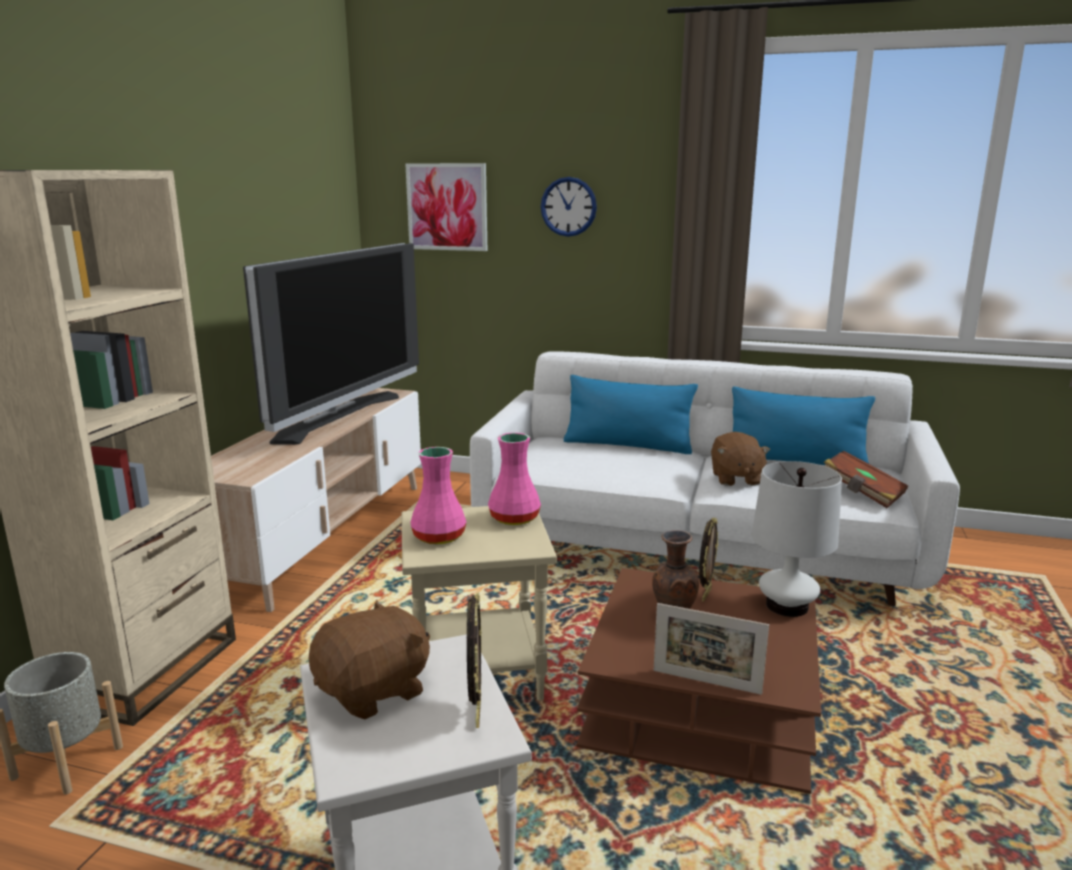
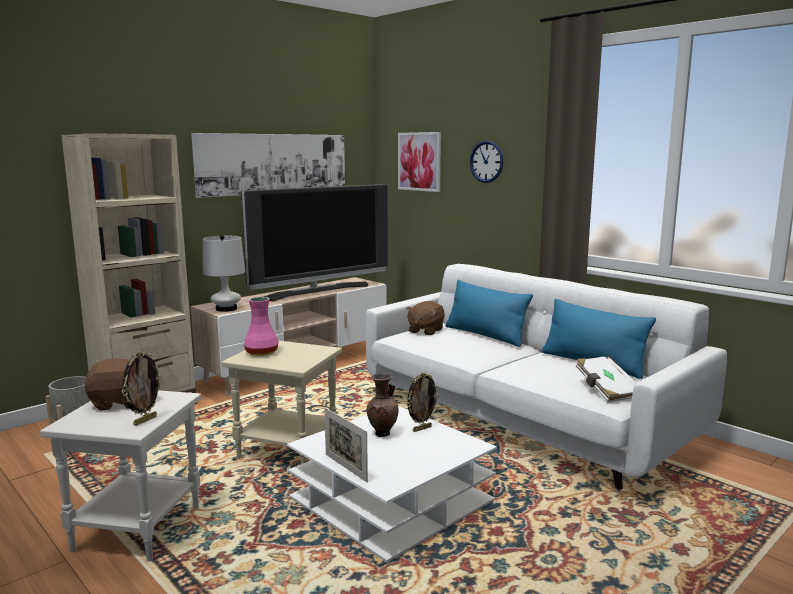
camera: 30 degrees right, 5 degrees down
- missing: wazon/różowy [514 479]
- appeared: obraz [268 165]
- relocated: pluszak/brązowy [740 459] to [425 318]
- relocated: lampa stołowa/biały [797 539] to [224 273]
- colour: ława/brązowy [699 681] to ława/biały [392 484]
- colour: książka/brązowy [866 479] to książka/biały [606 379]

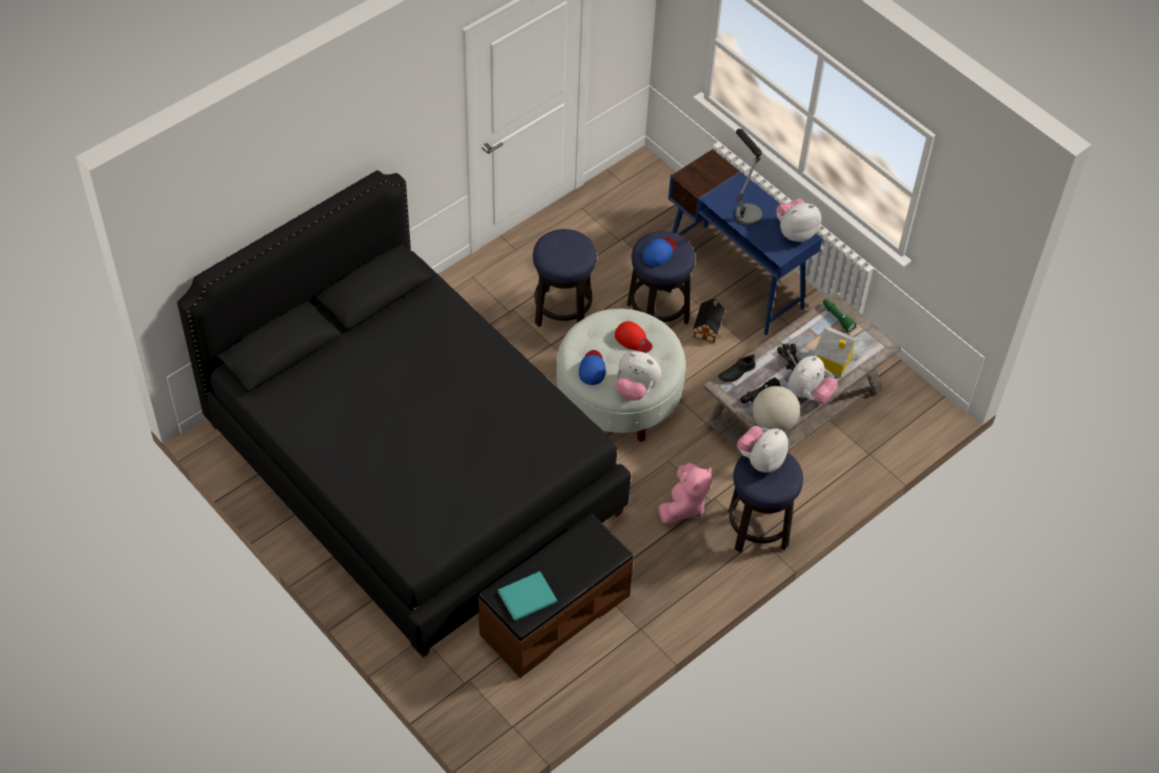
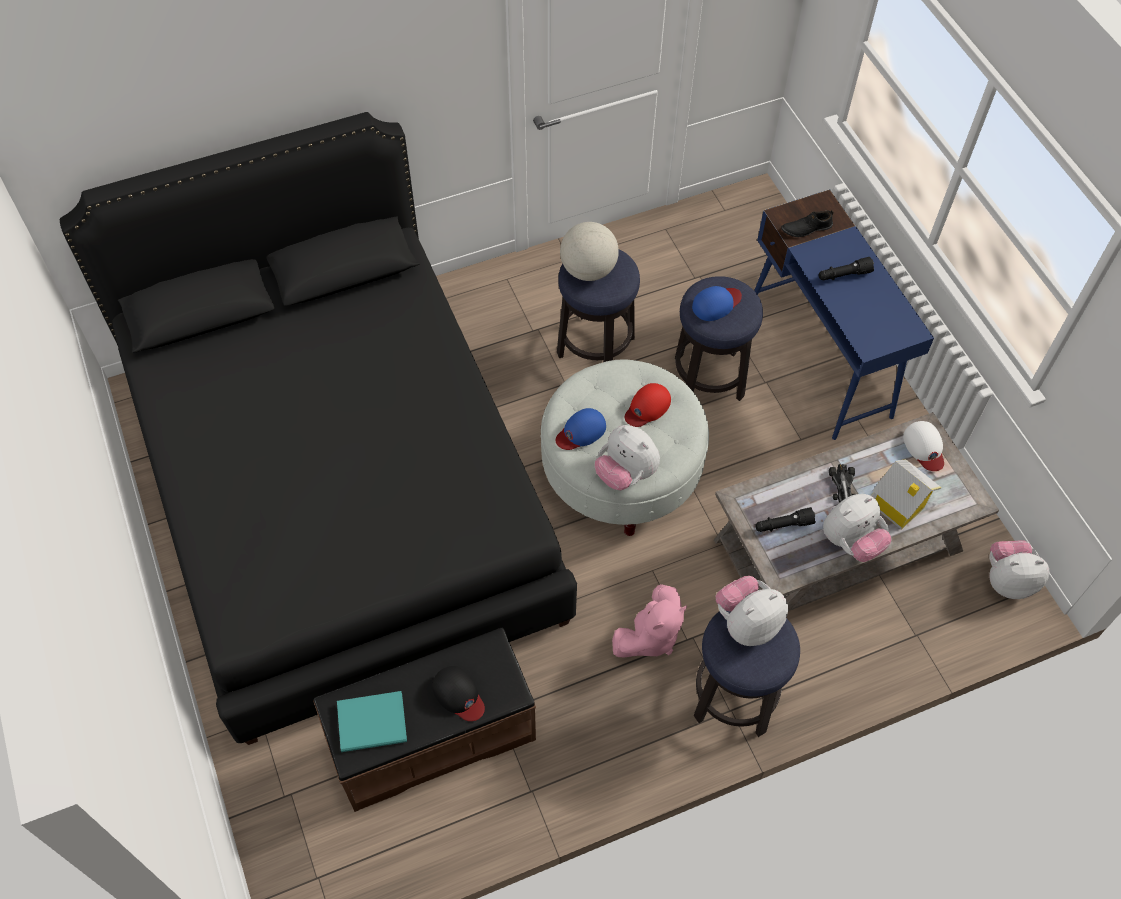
camera: 20 degrees right, 5 degrees up
- missing: domek [709 320]
- appeared: czapka z daszkiem/czarny [458 693]
- relocated: but/czarny [737 368] to [807 223]
- relocated: globus [776 409] to [589 251]
- relocated: pluszak [798 220] to [1019 569]
- exchanged: lampa stołowa [748 177] to latarka/czarny [846 269]
- exchanged: latarka/zielony [839 315] to czapka z daszkiem/biały [923 446]
- spun: czapka z daszkiem/niebieski [592 367] = [581 429] 150 degrees counterclockwise
- spun: czapka z daszkiem/czerwony [634 337] = [648 405] 75 degrees clockwise

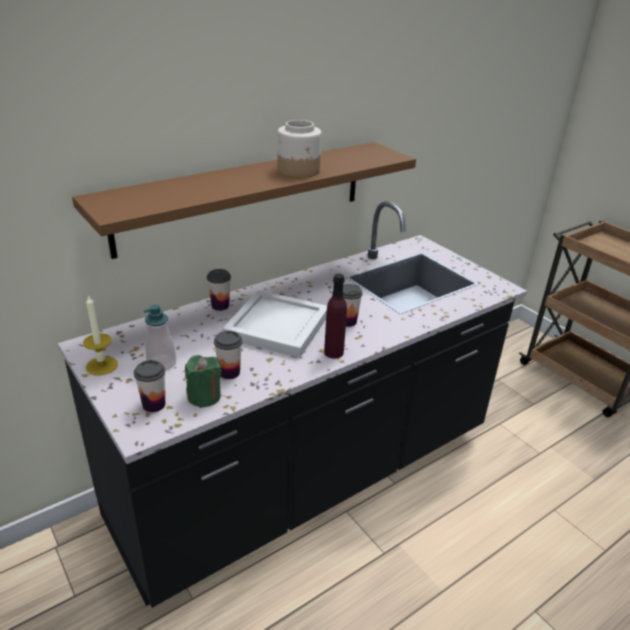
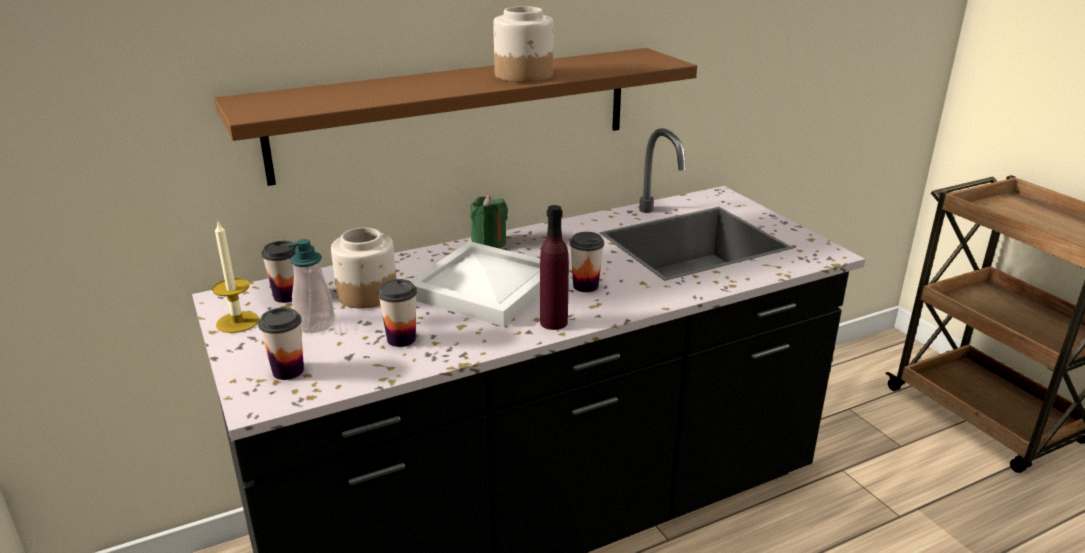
camera: 10 degrees right, 5 degrees down
- appeared: słoik [363 268]
- relocated: świeca/zielony [203 381] to [489 221]
- relocated: filiżanka [219 290] to [279 272]

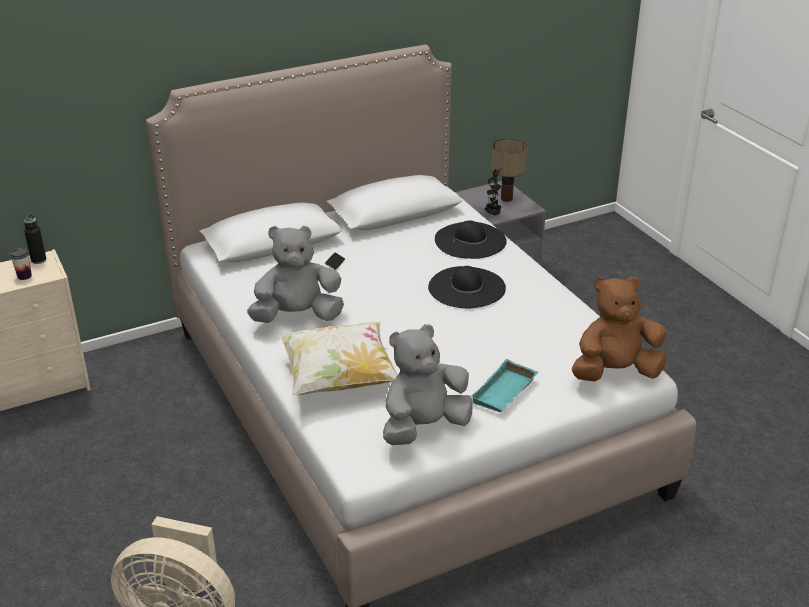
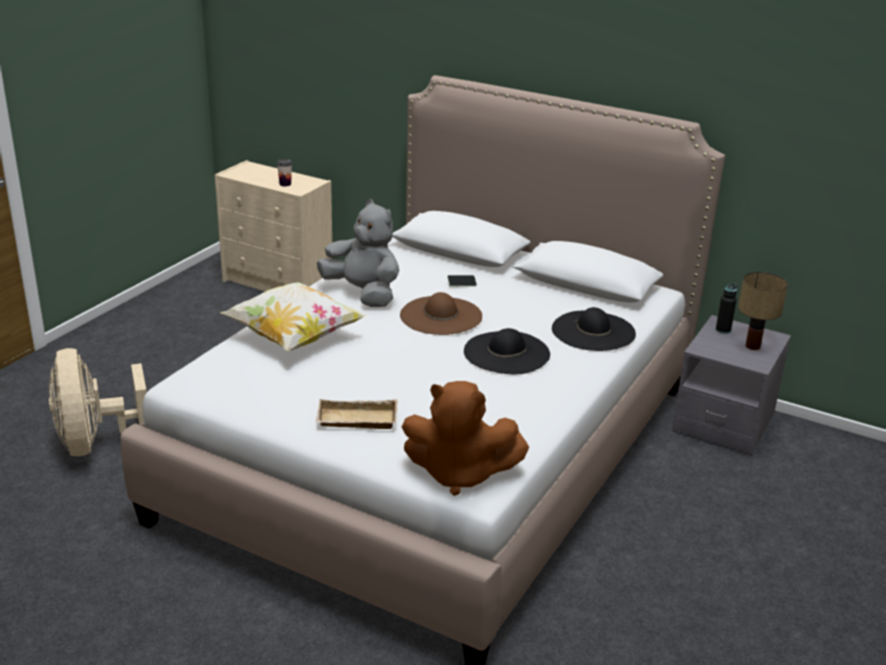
camera: 55 degrees right, 5 degrees down
- missing: pluszak/szary [428 384]
- missing: roślina doniczkowa [493 191]
- appeared: kapelusz/brązowy [441 313]
- relocated: butelka/czarny [35 239] to [726 309]
- colour: taca/turkusowy [504 385] to taca/beżowy [357 414]
- spun: pluszak/brązowy [619 329] = [465 438] 150 degrees clockwise

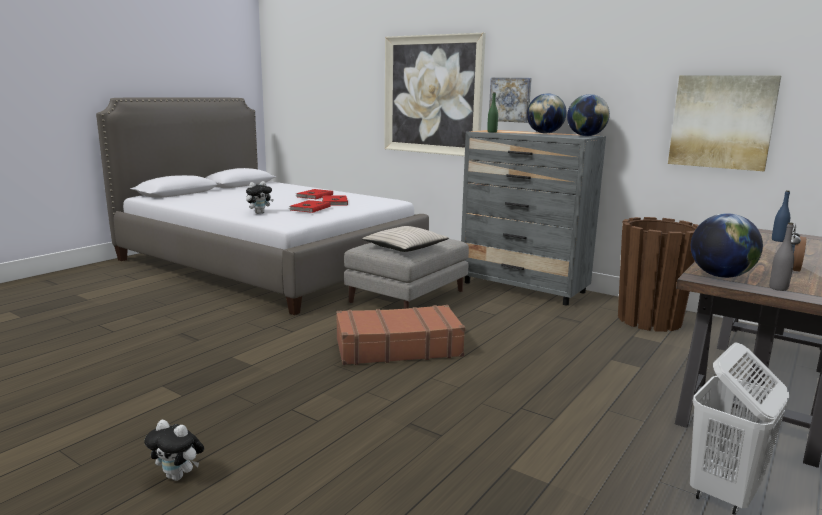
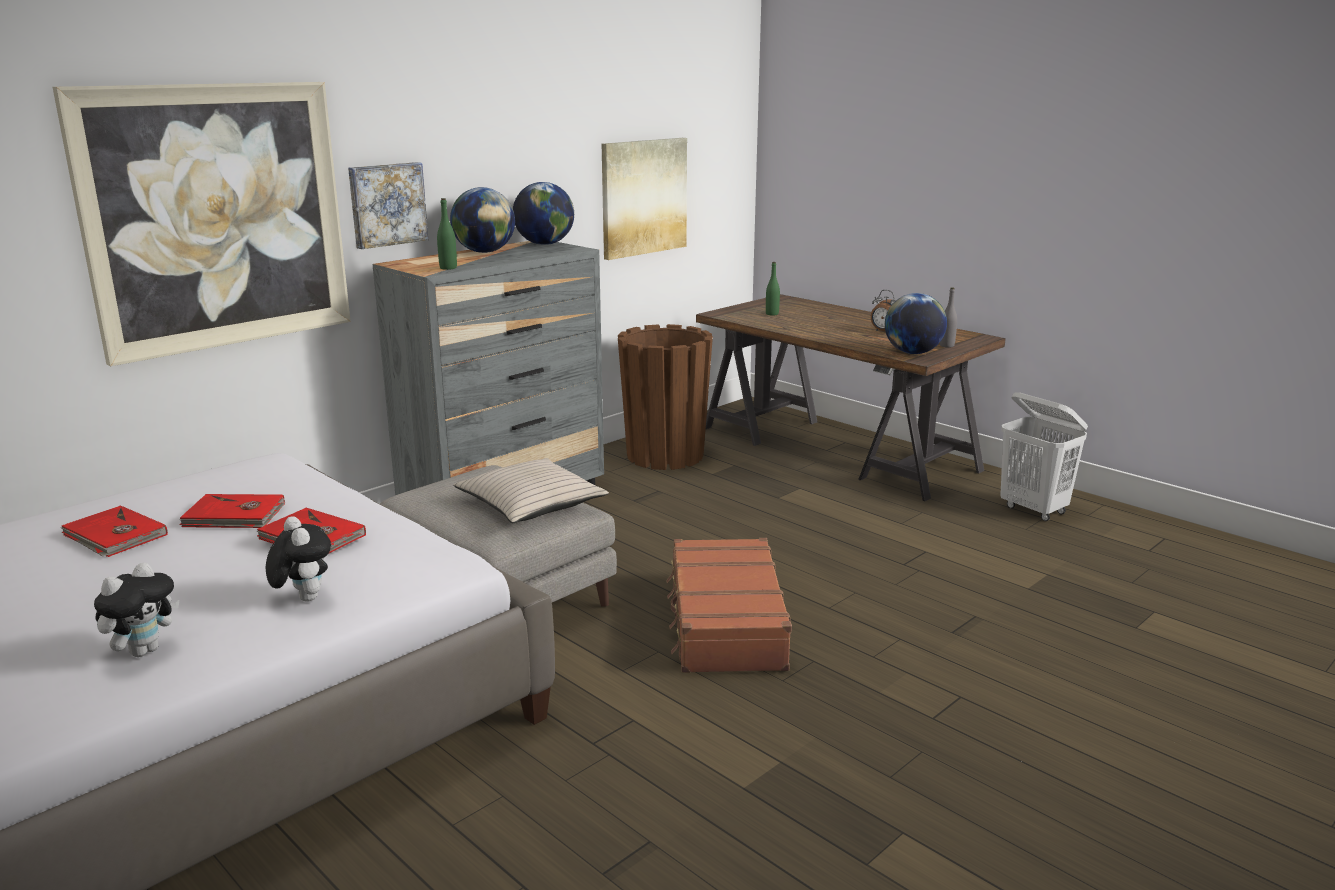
camera: 80 degrees left, 5 degrees up
- relocated: pluszak [174 450] to [136 609]
- colour: butelka/niebieski [781 216] to butelka/zielony [773 288]

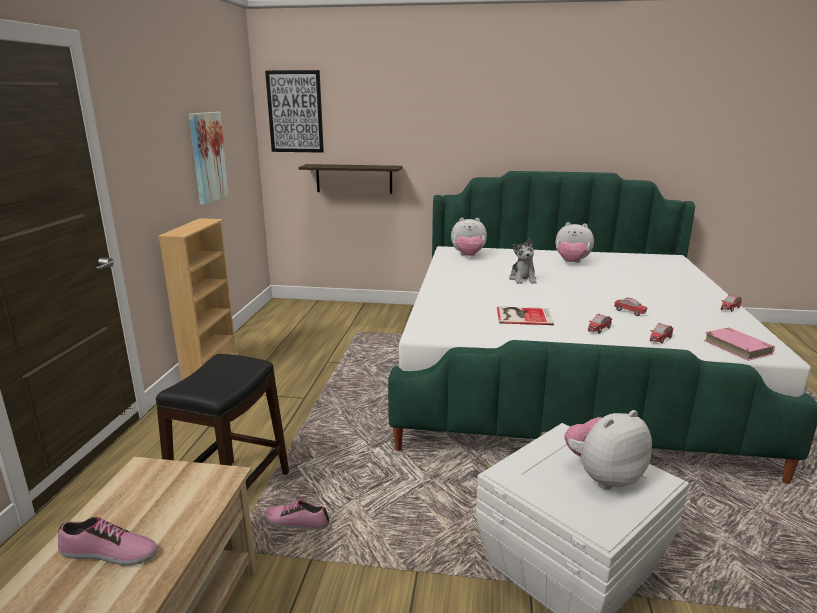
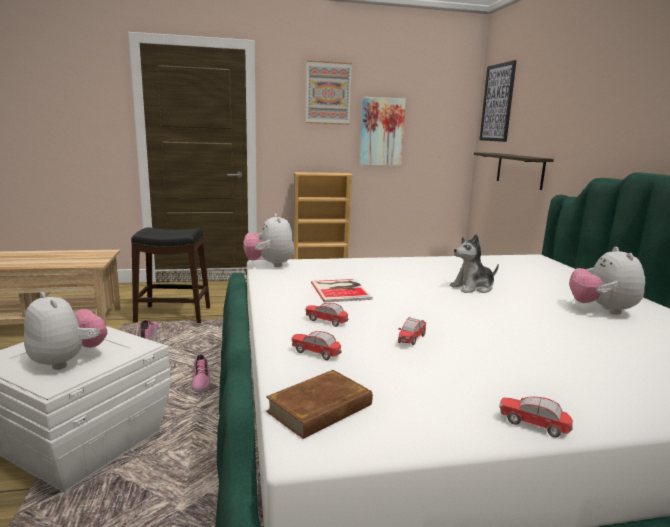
camera: 70 degrees right, 5 degrees down
- appeared: obraz [329 92]
- relocated: but [108 541] to [201 373]
- relocated: pluszak [469 237] to [268 240]
- colour: książka/różowy [739 344] to książka/brązowy [319 404]

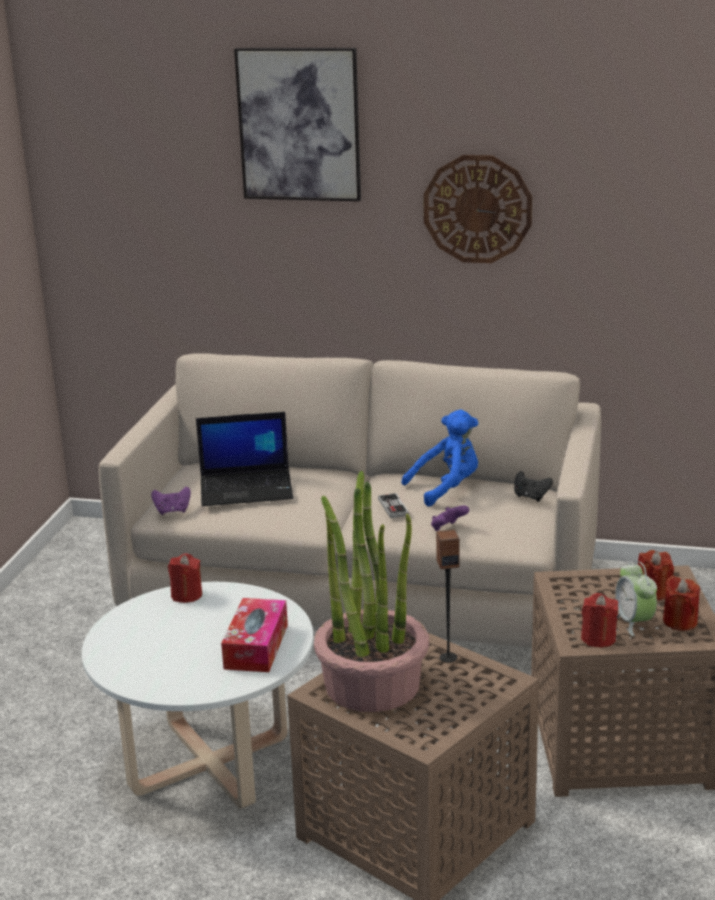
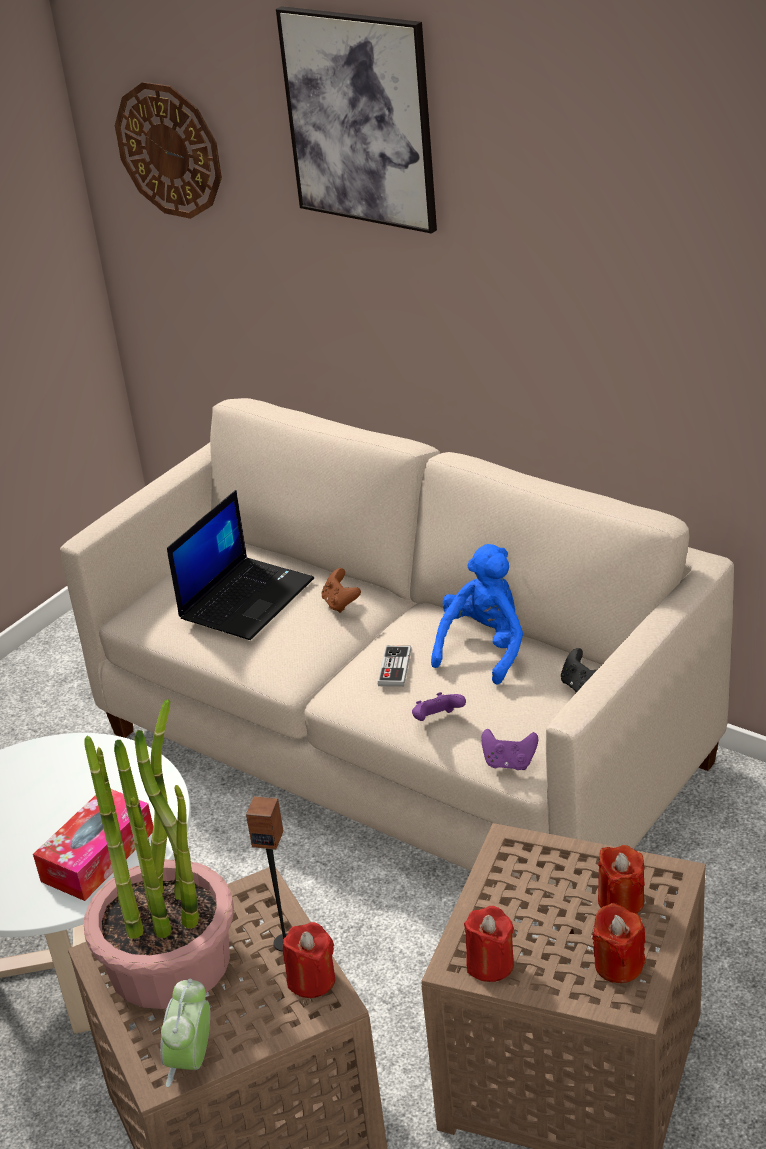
camera: 25 degrees right, 10 degrees up
- appeared: pad do gier/brązowy [341 590]
- relocated: pad do gier/fioletowy [171 501] to [509 749]
- relocated: świeca/czerwony [185 578] to [309 960]
- relocated: zegar ścienny [477 209] to [168 150]
- relocated: budzik [636 598] to [185 1033]
- spun: laptop [245 459] = [240 565] 75 degrees counterclockwise
- spun: pluszak/niebieski [440 458] = [477 614] 60 degrees counterclockwise

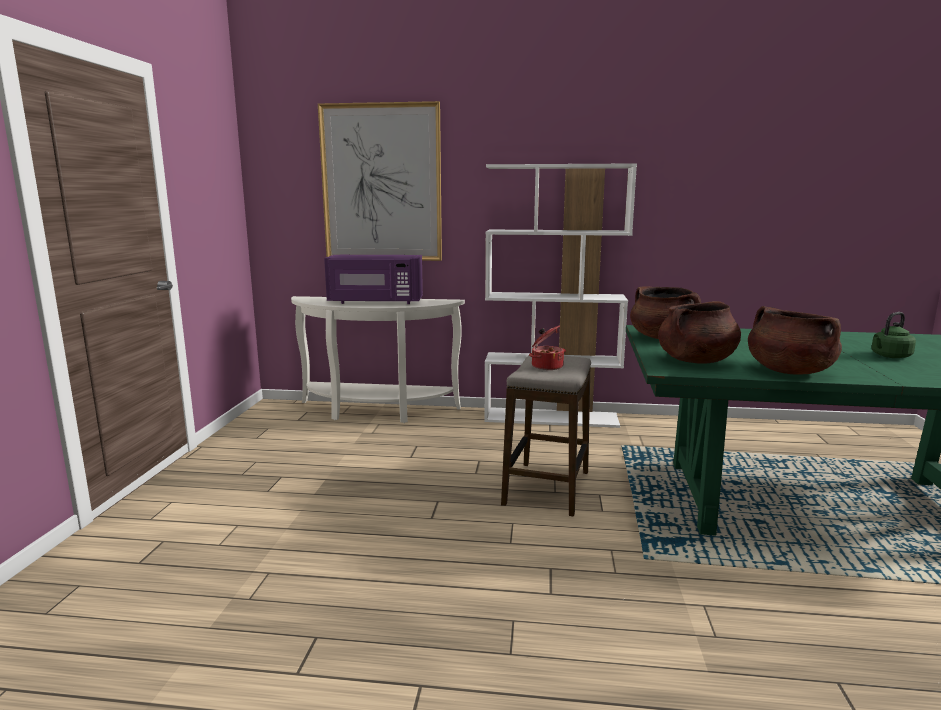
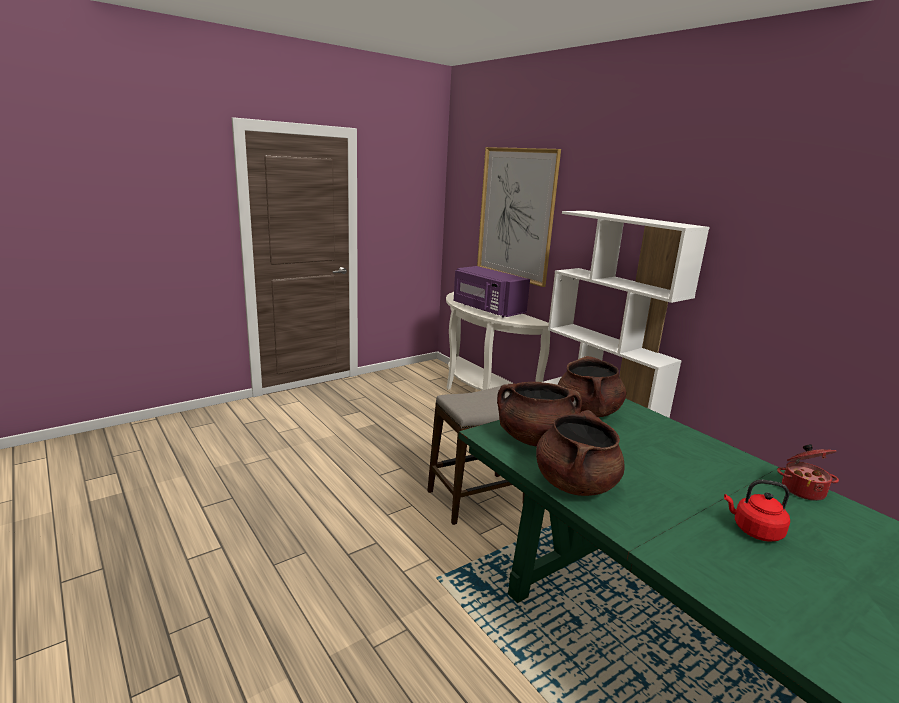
camera: 45 degrees right, 5 degrees up
- relocated: garnek [547 347] to [808 472]
- colour: czajnik/zielony [893 335] to czajnik/czerwony [757 511]

